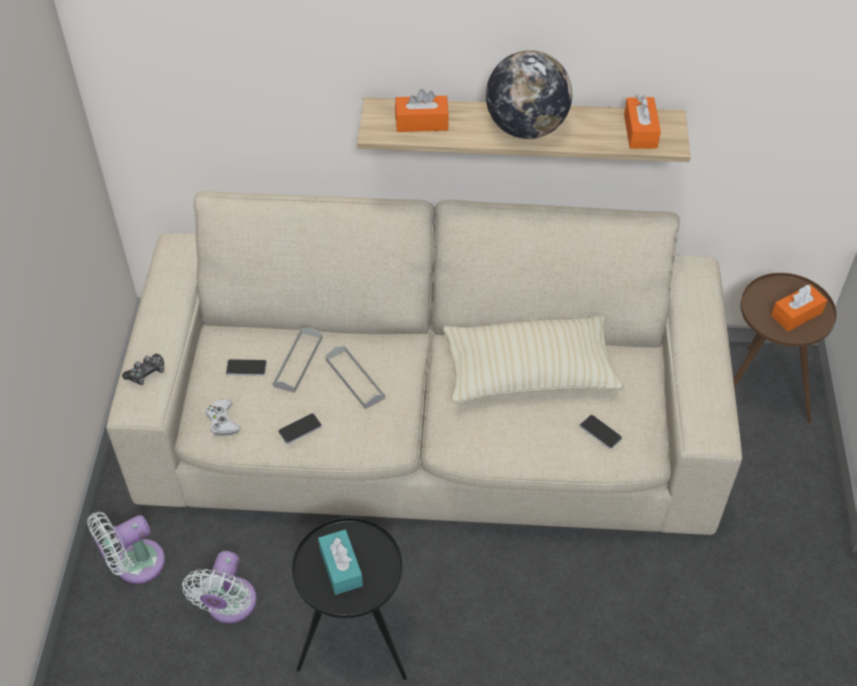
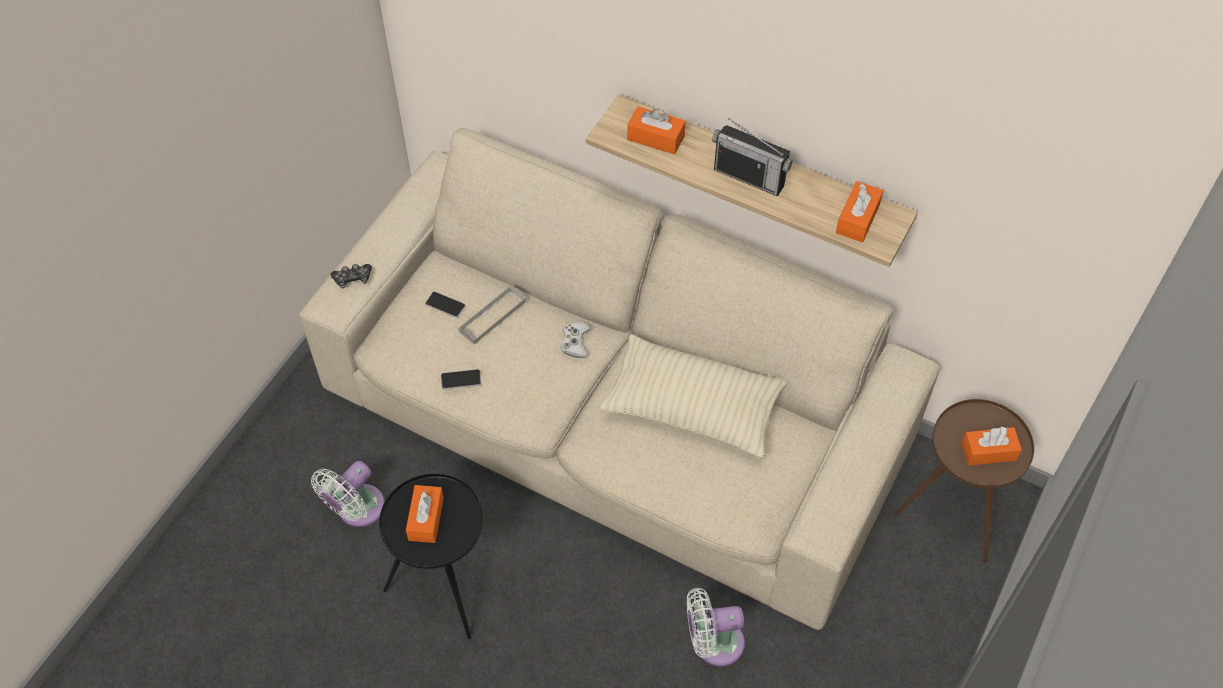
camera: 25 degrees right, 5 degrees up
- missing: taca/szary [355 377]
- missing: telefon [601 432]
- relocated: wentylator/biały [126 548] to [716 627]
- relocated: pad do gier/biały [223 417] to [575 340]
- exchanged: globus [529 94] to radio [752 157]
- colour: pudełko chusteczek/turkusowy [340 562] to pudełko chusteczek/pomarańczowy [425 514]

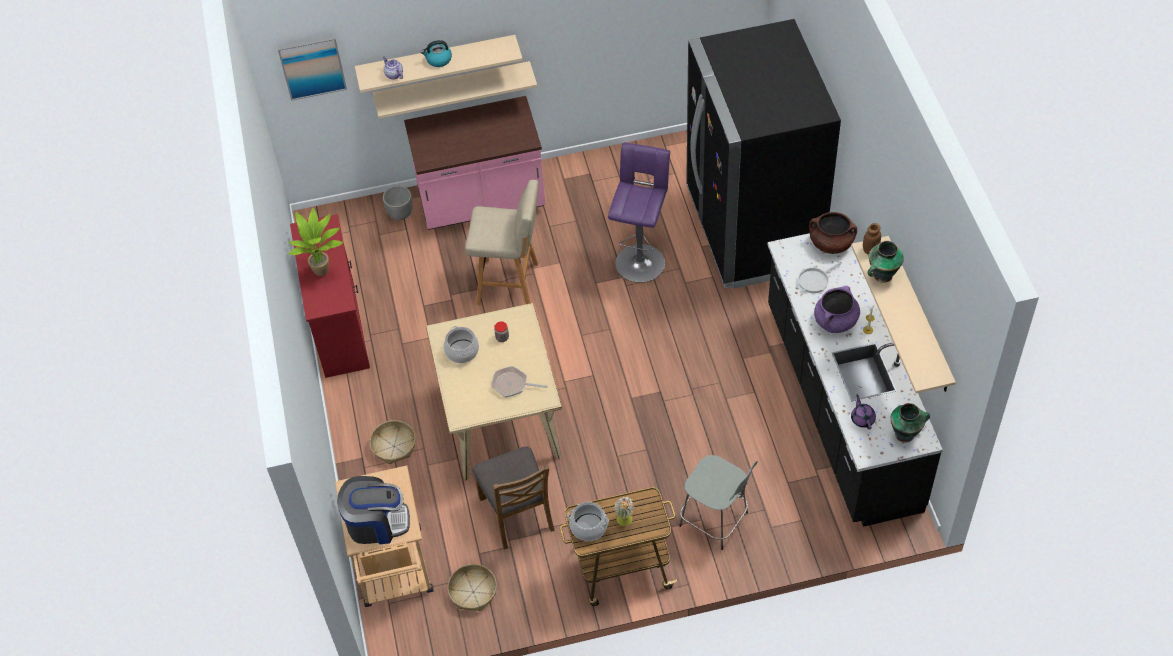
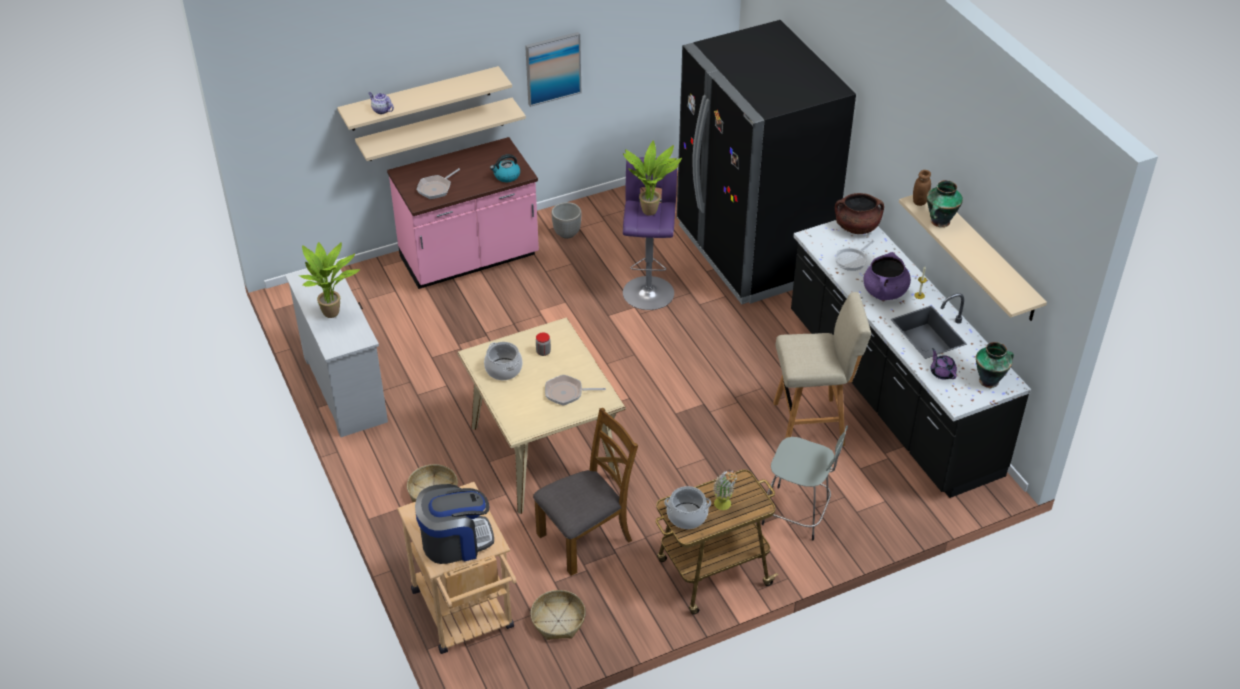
camera: 15 degrees left, 10 degrees down
- appeared: patelnia [438 183]
- appeared: roślina doniczkowa [652 178]
- relocated: obraz [312 68] to [553 69]
- relocated: donica [398 203] to [566 220]
- relocated: czajnik [436 53] to [505 168]
- relocated: stołek/beżowy [502 242] to [822 369]
- colour: komoda/czerwony [330 296] to komoda/biały [336 349]
- spun: krzesło/brązowy [513 498] = [585 492] 90 degrees counterclockwise

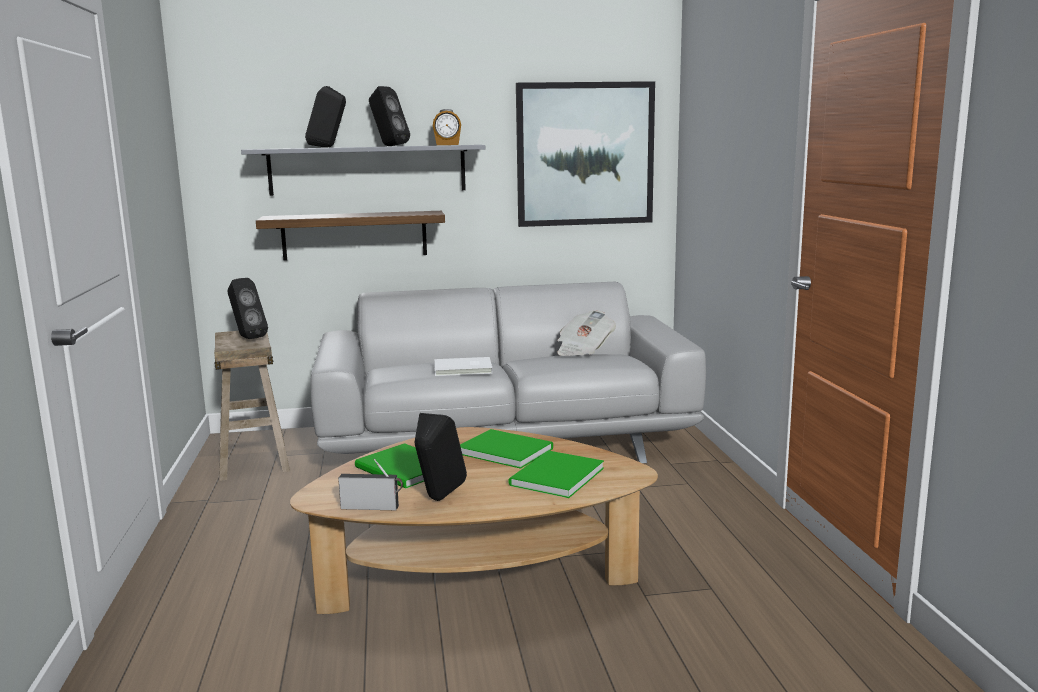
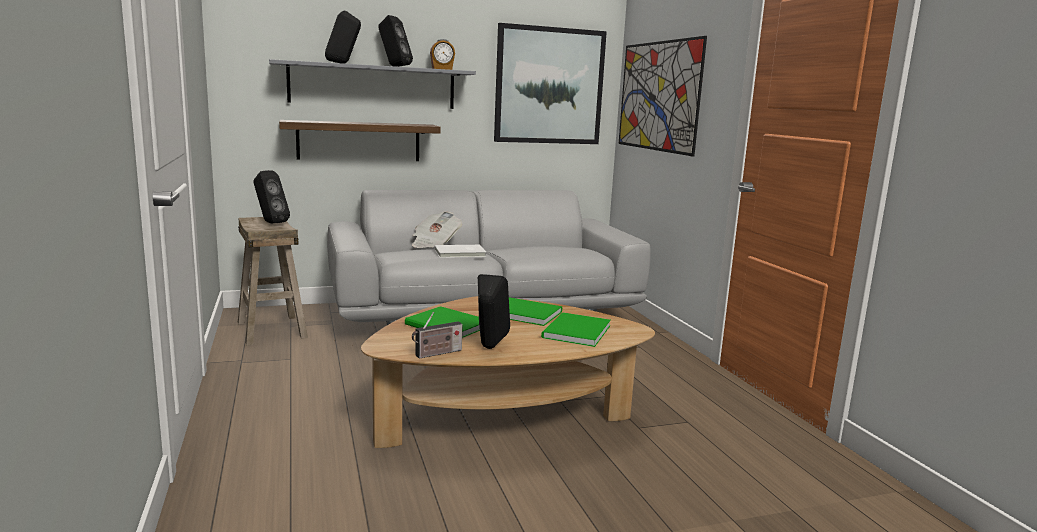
camera: 10 degrees left, 0 degrees up
- appeared: obraz [662 96]
- relocated: gazeta [586 333] to [437 229]
- spun: radio [370 484] = [437 335] 150 degrees clockwise

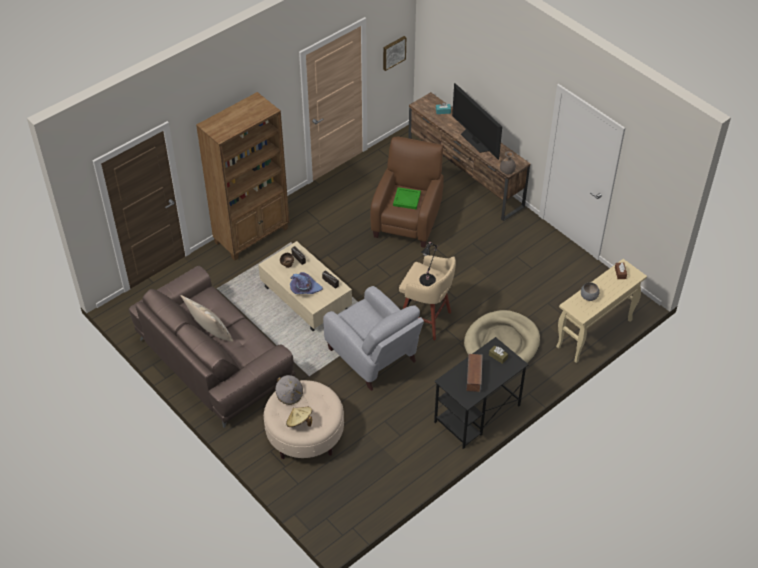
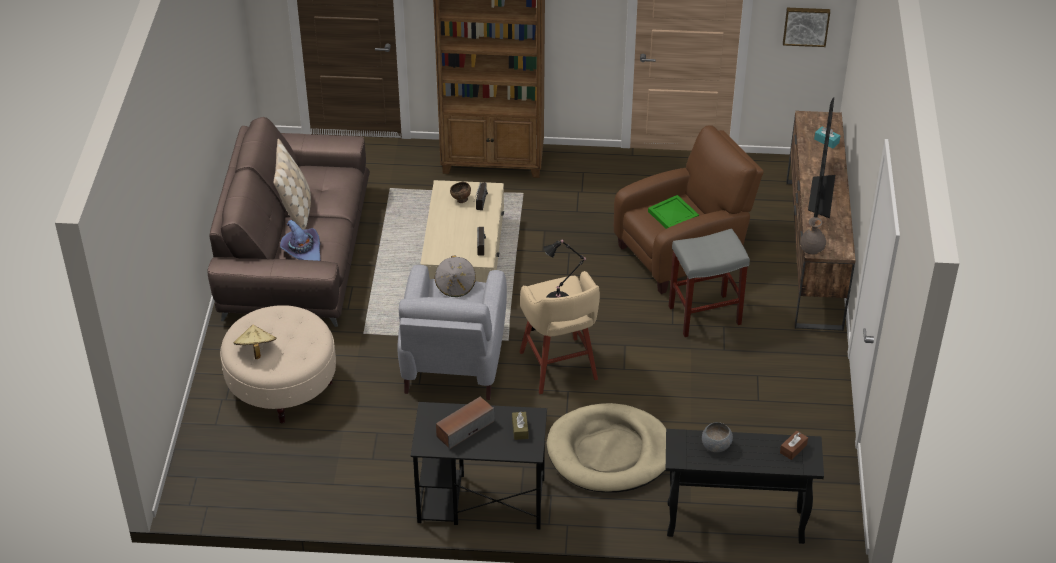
camera: 45 degrees right, 5 degrees down
- appeared: stołek/szary [709 283]
- relocated: kapelusz/szary [289 390] to [455 276]
- relocated: kapelusz/fioletowy [306 283] to [300 240]
- colour: stolik konsolowy/beżowy [601 311] to stolik konsolowy/czarny [745 486]

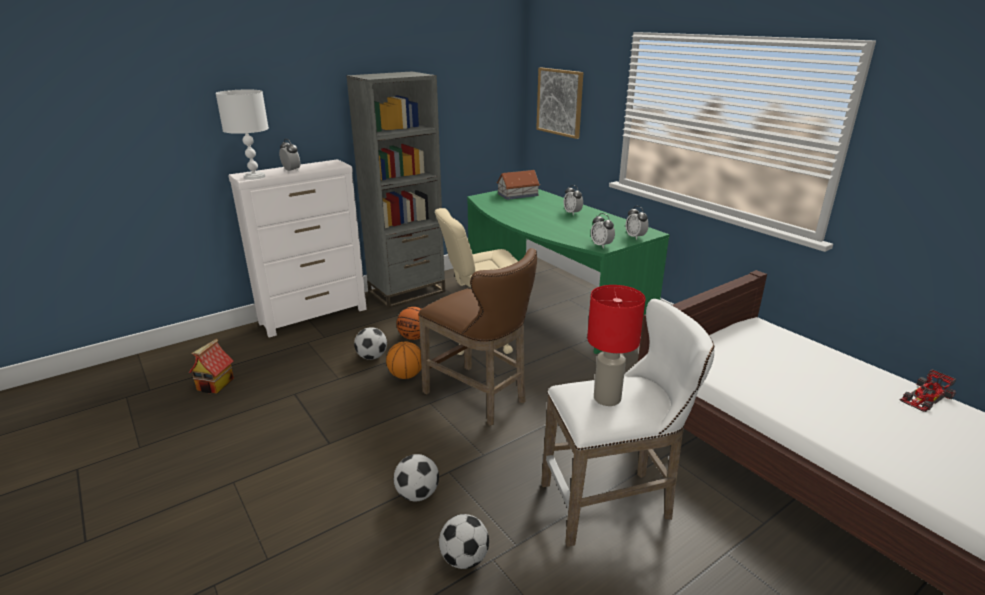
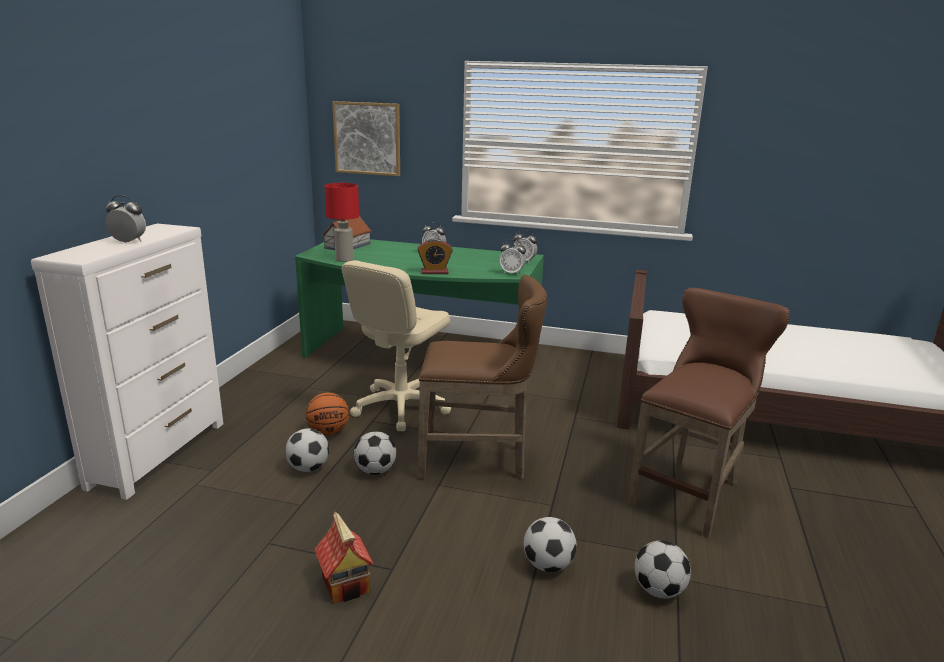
camera: 40 degrees left, 5 degrees down
- missing: lampa stołowa/biały [242 134]
- missing: regał/szary [395 190]
- missing: samochodzik [928 390]
- appeared: budzik [435 256]
- relocated: domek [211 366] to [344 557]
- relocated: lampa stołowa/czerwony [616 345] to [341 222]
- exchanged: piłka do koszykówki [404 360] to piłka futbolowa [375 453]
- colour: stołek/biały [627 423] to stołek/brązowy [708 413]

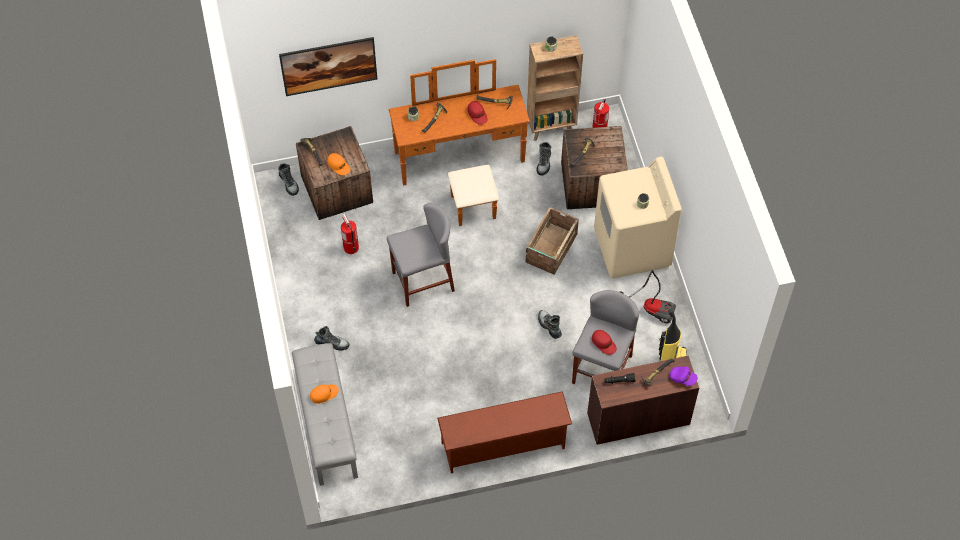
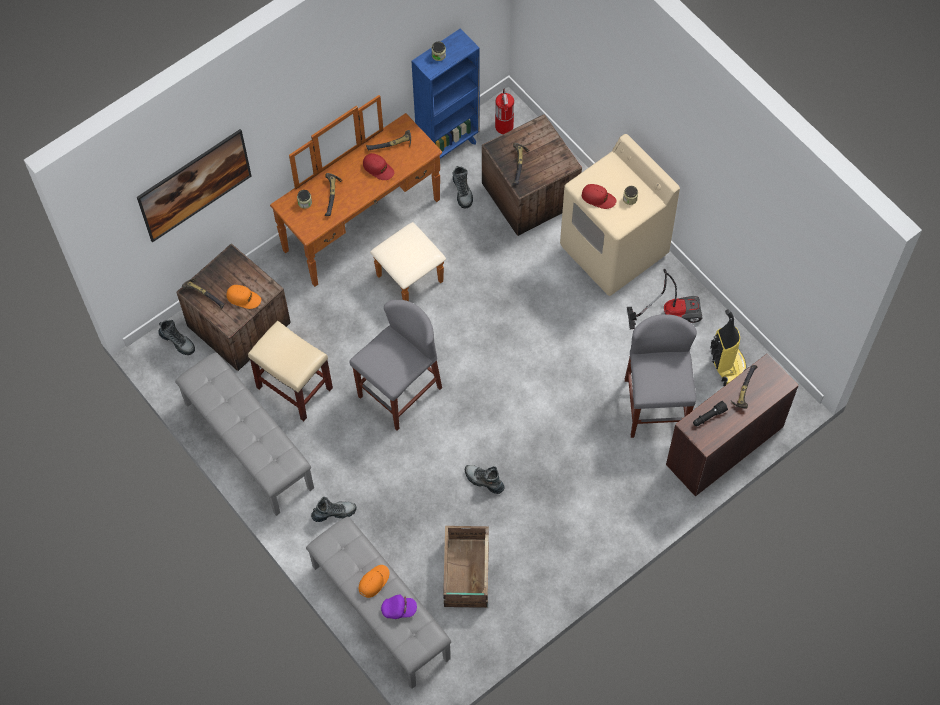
camera: 25 degrees left, 5 degrees up
- missing: regał na buty/brązowy [504 432]
- appeared: ławka/szary [244 434]
- relocated: skrzynka [552 241] to [466 567]
- relocated: but z cholewką [550 324] to [485 479]
- relocated: czapka z daszkiem/czerwony [604 342] to [599 196]
- relocated: czapka z daszkiem/fioletowy [684 376] to [399 607]
- exchanged: gaśnica [350 234] to stołek/beżowy [290 371]
- colour: regał/brązowy [555 88] to regał/niebieski [445 93]

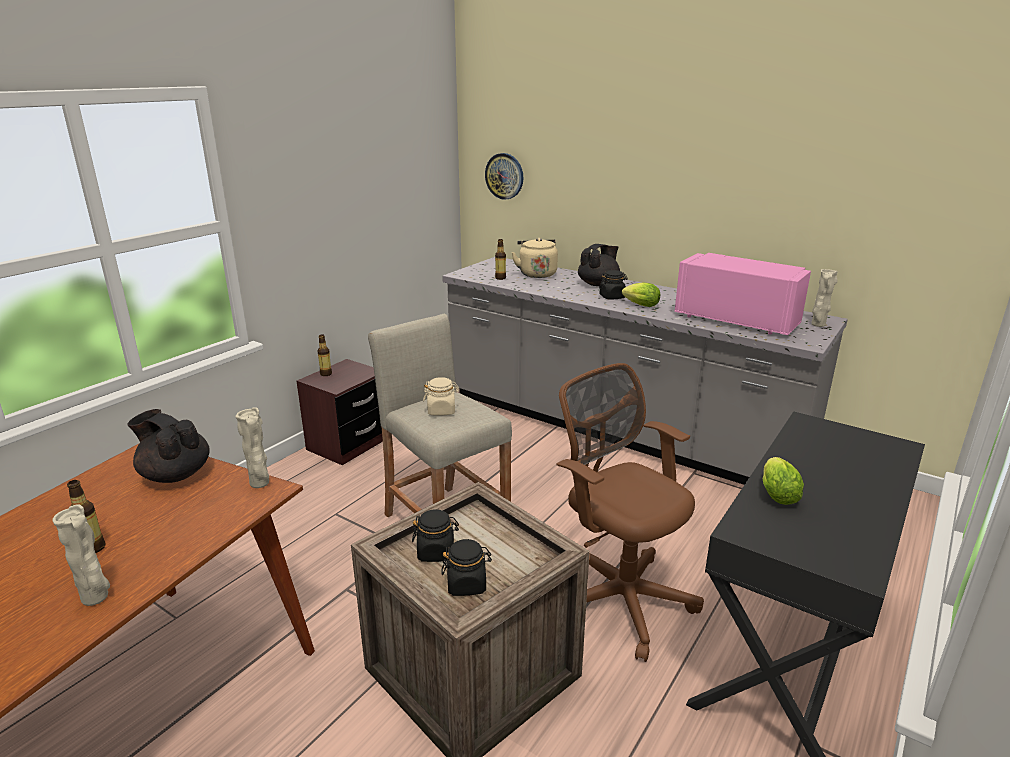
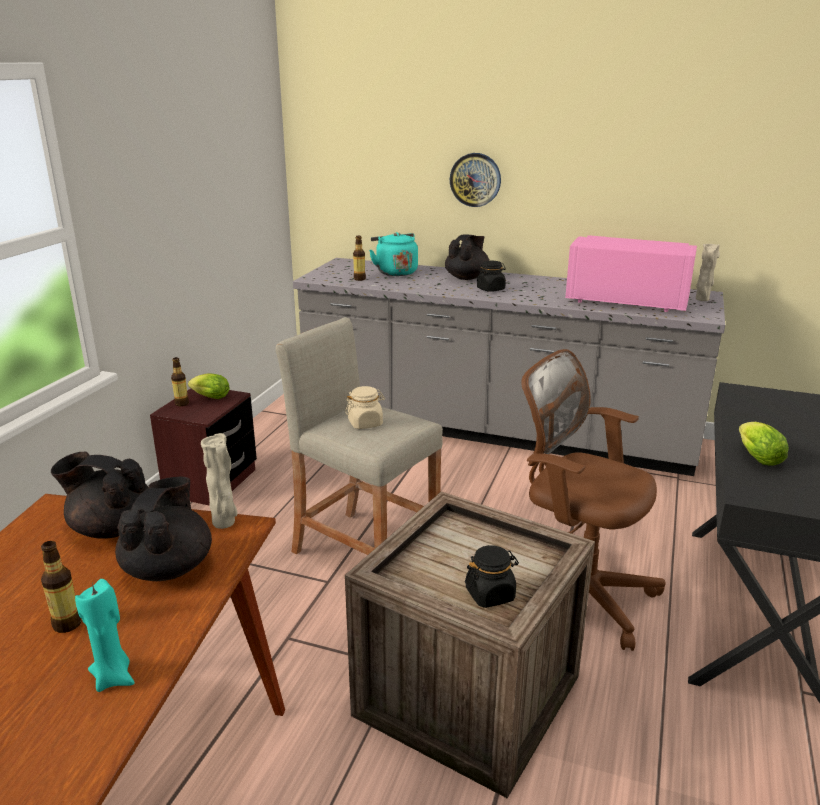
camera: 15 degrees left, 0 degrees up
- missing: słoik/czarny [435 535]
- appeared: imbryk/czarny [163 529]
- relocated: zegar ścienny [504 176] to [475 180]
- relocated: sałata [641 294] to [209 386]
- exchanged: wazon/beżowy [81 555] to świeca/turkusowy [104 635]
- colour: czajnik/beżowy [534 258] to czajnik/turkusowy [393 254]

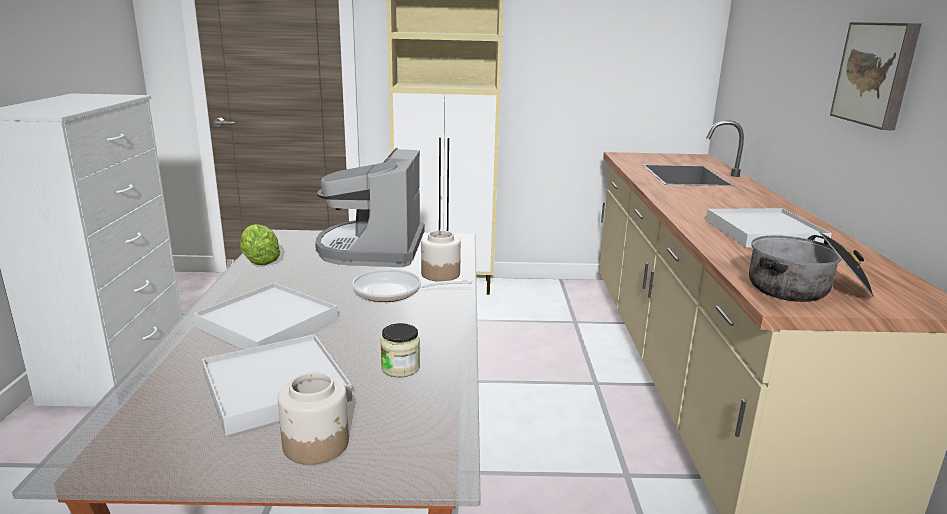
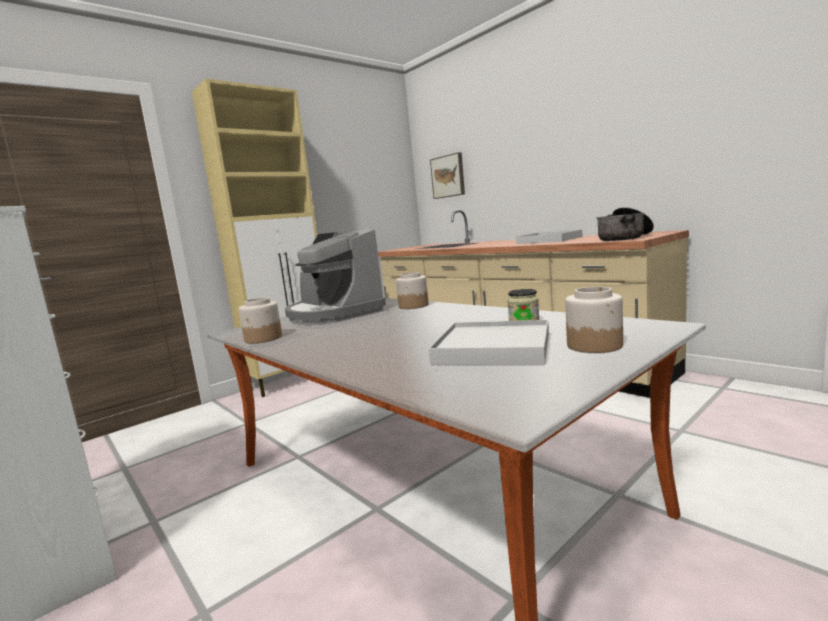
camera: 40 degrees left, 10 degrees down
- missing: taca/biały [265 316]
- missing: patelnia [412 285]
- relocated: obraz [875 76] to [447 175]
- exchanged: sałata [260 244] to słoik [260 320]

